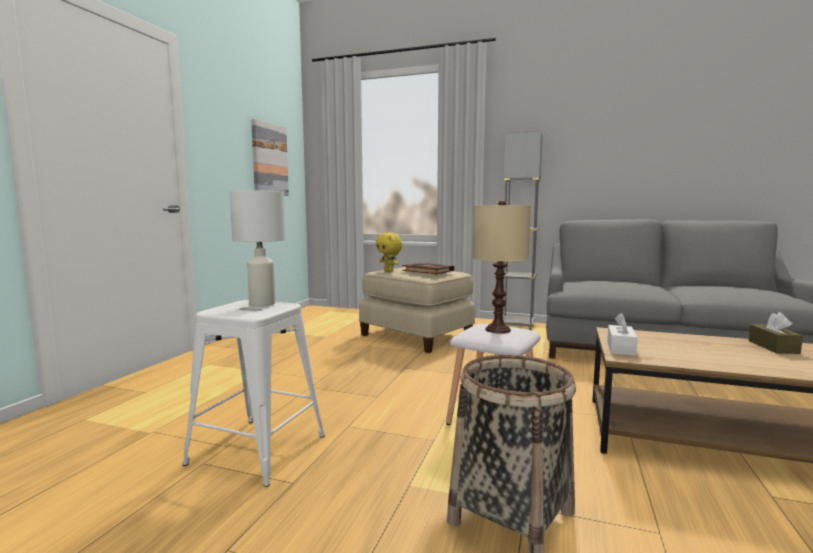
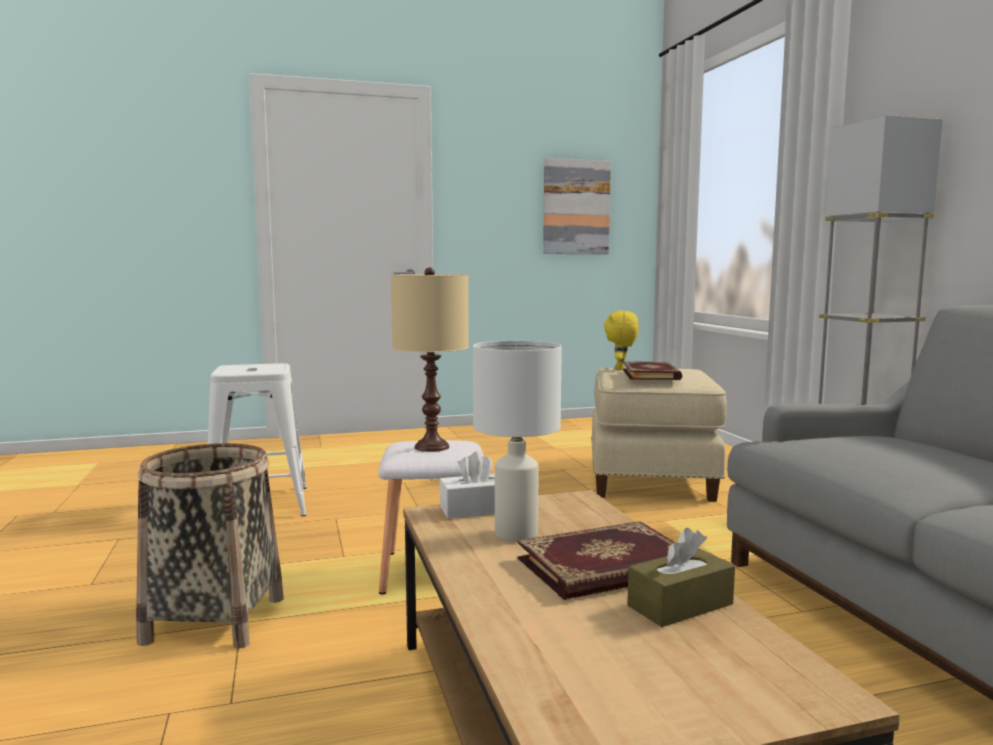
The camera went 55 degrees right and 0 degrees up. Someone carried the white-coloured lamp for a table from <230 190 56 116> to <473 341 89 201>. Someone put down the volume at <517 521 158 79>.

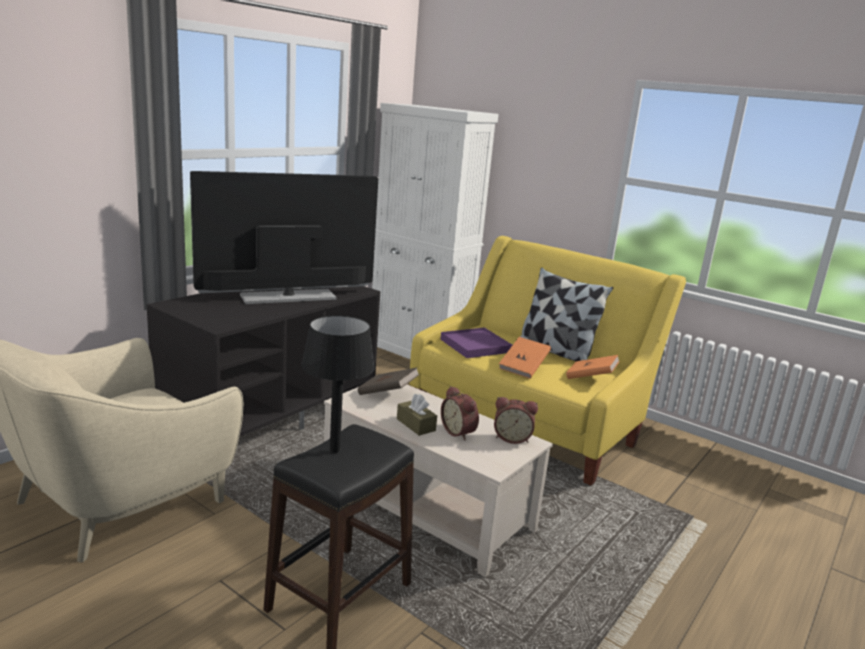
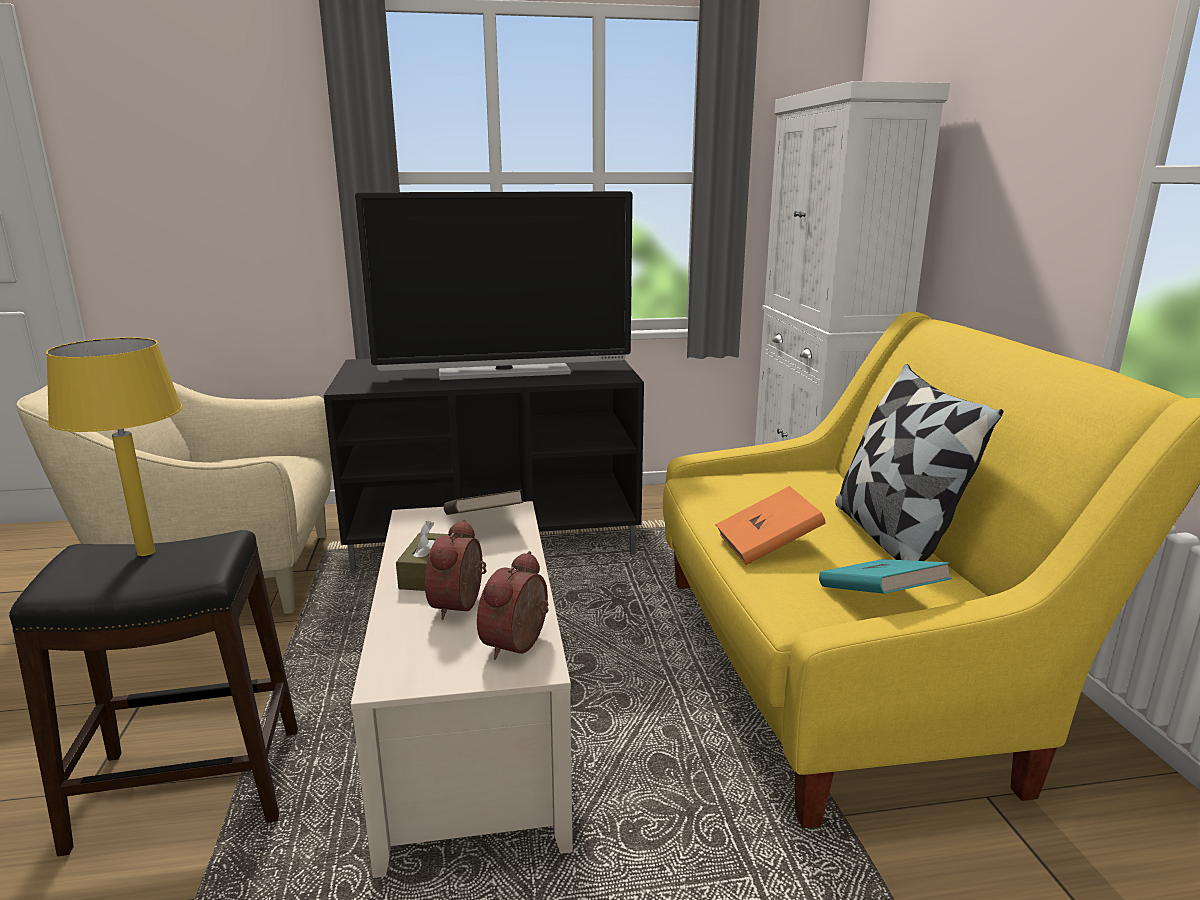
The camera went 45 degrees right and 0 degrees up. Someone rotated the TV set at <190 171 188 133> by 150 degrees clockwise. Someone repainted the black lamp for a table at <301 315 74 138>, which became the yellowish lamp for a table at <46 337 136 219>. Someone took away the purple serving tray at <440 328 72 30>. Someone rotated the bedside clock at <494 397 44 47> by 60 degrees clockwise. Someone repainted the orange-coloured volume at <566 355 54 24>, which became the blue-green volume at <819 559 133 35>.

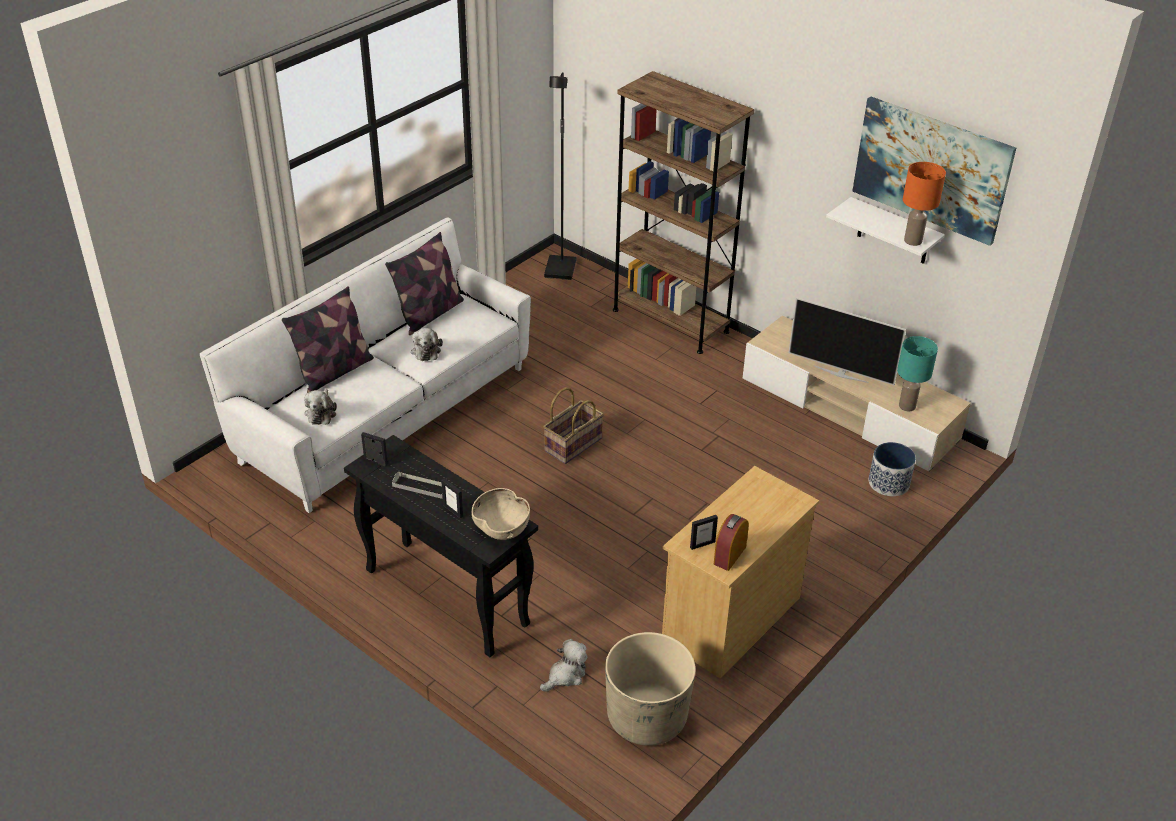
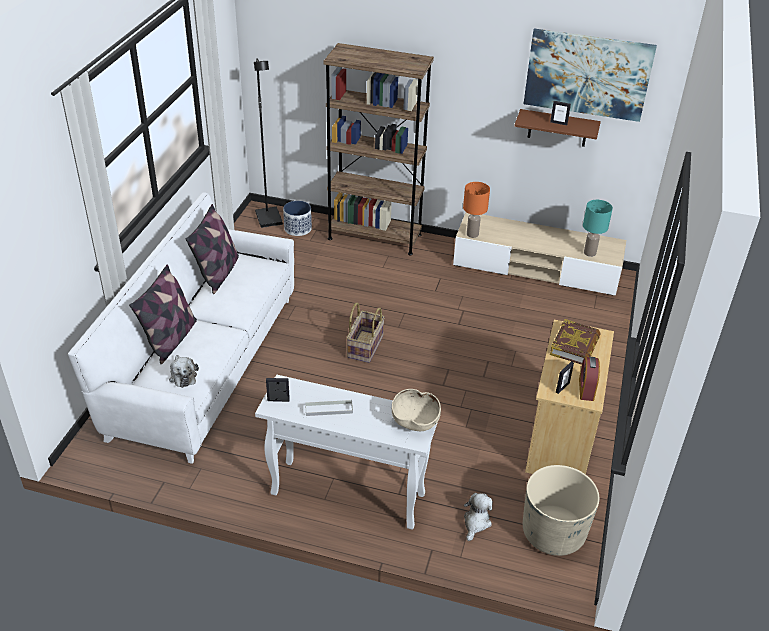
The camera went 25 degrees left and 0 degrees up. Someone repainted the black narrow table at <344 435 194 222>, which became the white-coloured narrow table at <255 375 183 155>. Someone took away the soft toy at <411 328 32 33>. Someone carried the picture frame from <441 479 22 40> to <550 101 21 24>. Someone took away the TV set at <788 297 118 89>. Someone repainted the white-coloured shelf at <826 197 119 67>, which became the brownish shelf at <514 109 87 38>. Someone carried the flower pot from <869 442 47 54> to <283 201 29 35>. Someone carried the orange-coloured lamp for a table from <903 162 43 84> to <463 182 27 56>. Someone put down the volume at <550 319 50 45>.

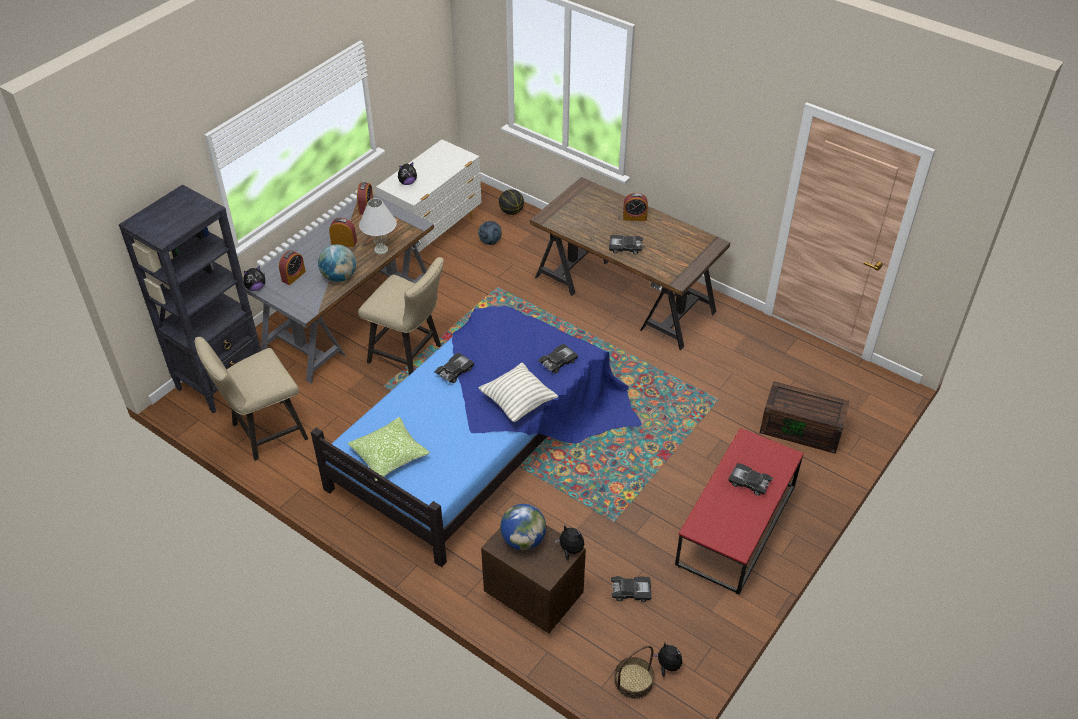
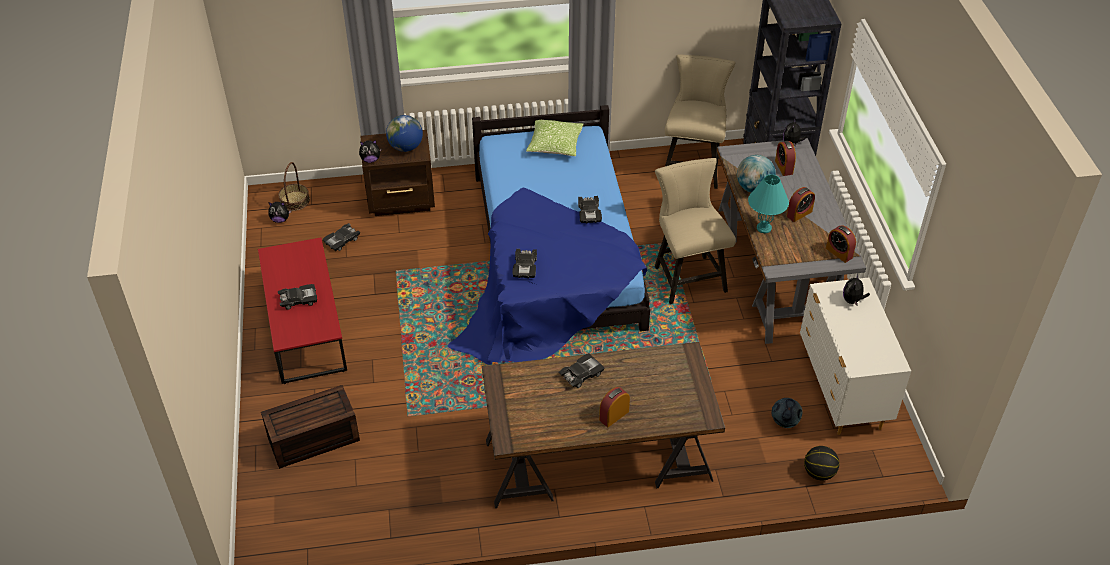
The camera went 135 degrees right and 0 degrees up. Someone rotated the beige-coloured chair at <358 257 86 118> by 90 degrees clockwise. Someone repainted the white-coloured lamp for a table at <359 198 38 56>, which became the blue-green lamp for a table at <748 174 41 59>. Someone took away the cushion at <478 363 80 59>.

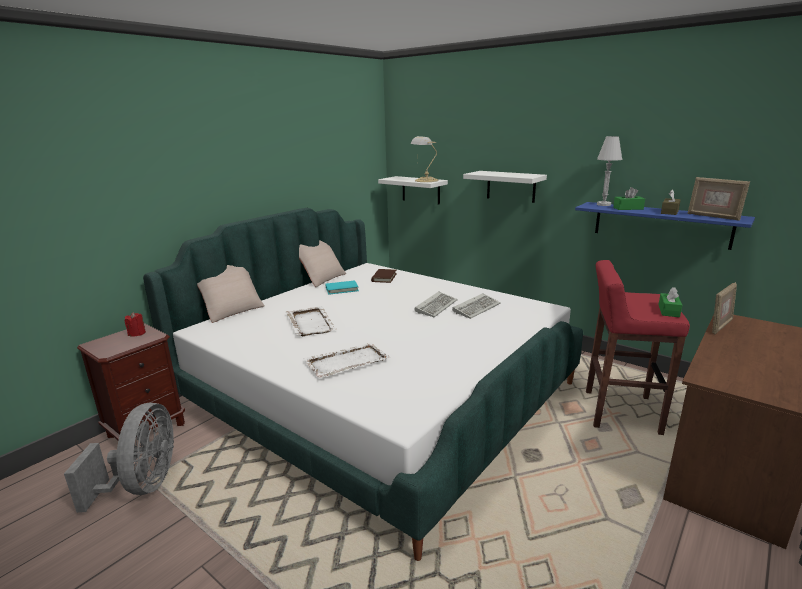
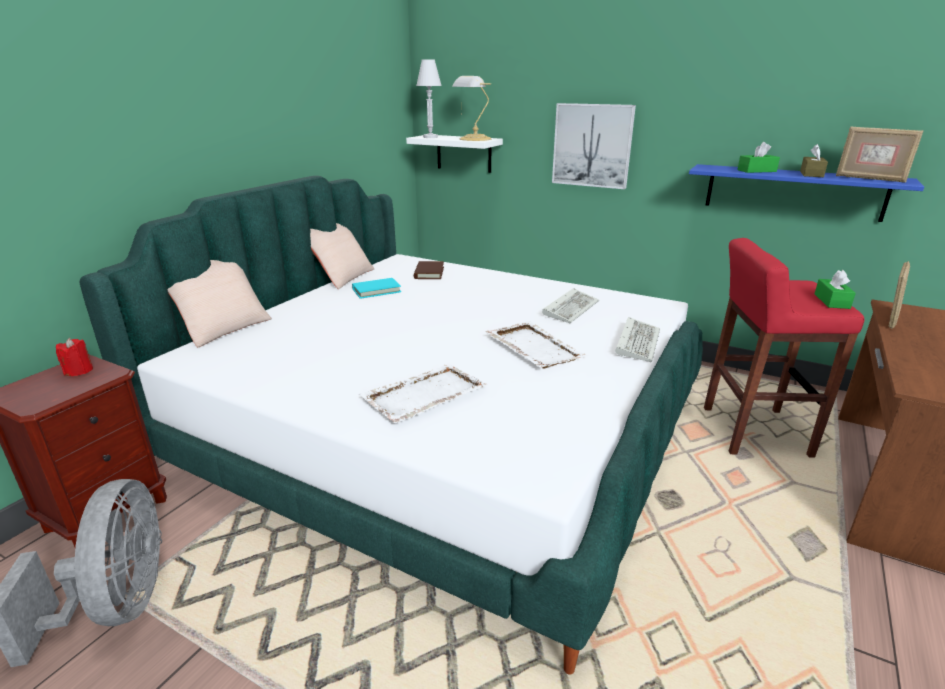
The camera went 10 degrees left and 5 degrees up. Someone carried the white-coloured serving tray from <286 306 52 30> to <485 321 103 48>. Someone carried the PC keyboard from <414 292 44 25> to <615 317 45 45>. Someone swapped the white-coloured shelf at <463 171 84 32> for the picture at <552 103 84 86>. Someone carried the white-coloured lamp for a table from <597 136 25 70> to <416 59 26 79>.

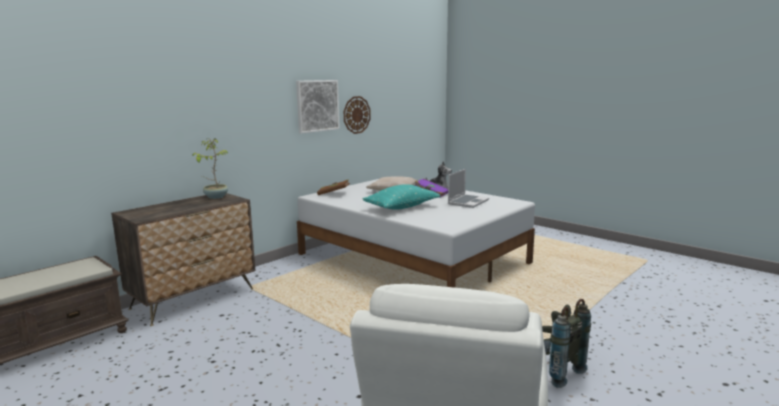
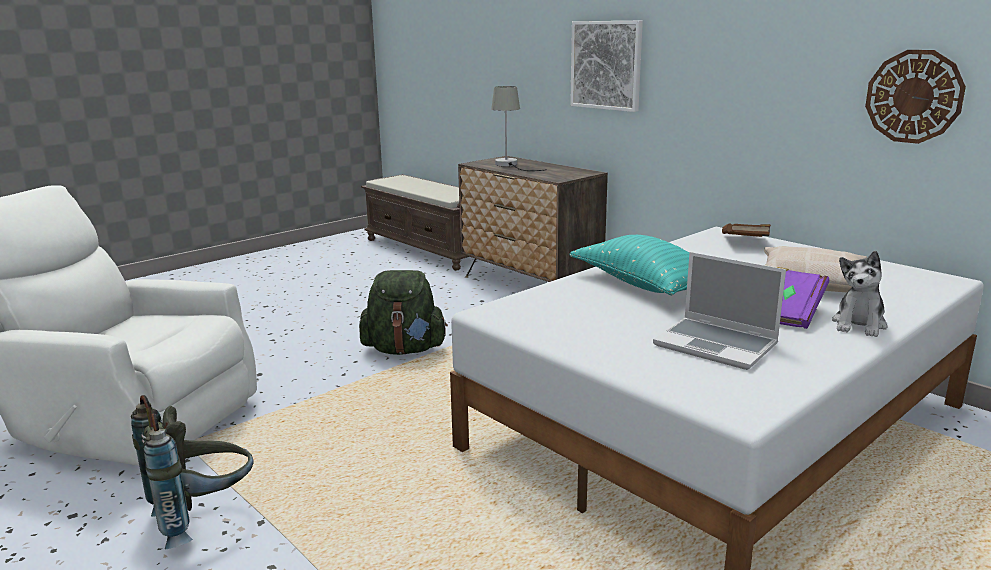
The camera went 95 degrees right and 5 degrees up. Someone took away the potted plant at <192 138 36 61>. Someone carried the picture from <296 80 44 54> to <570 21 73 91>. Someone put down the green-coloured rucksack at <359 270 89 85>. Someone put down the grey lamp for a table at <491 86 56 85>.

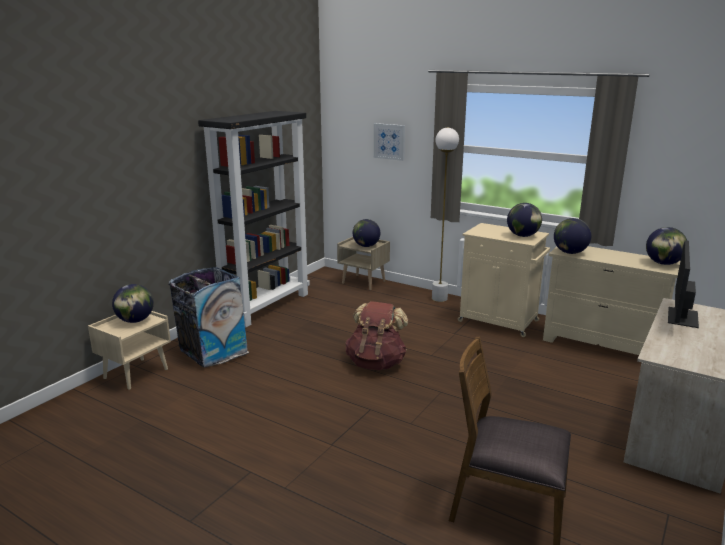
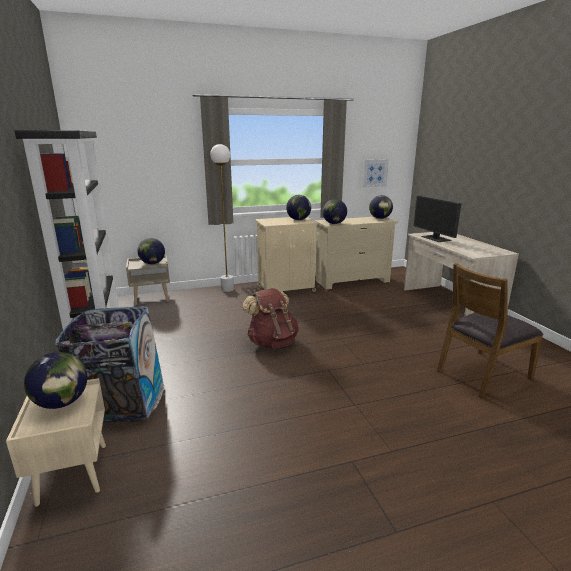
The camera went 50 degrees left and 0 degrees up. Someone carried the picture from <374 123 31 38> to <362 159 27 28>.

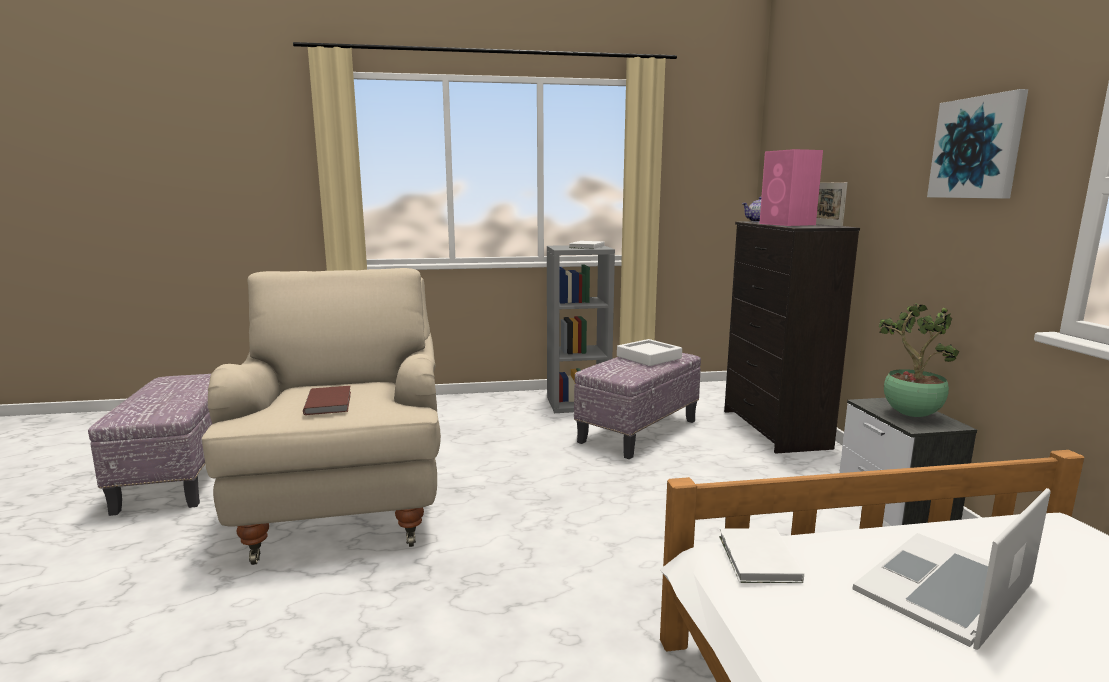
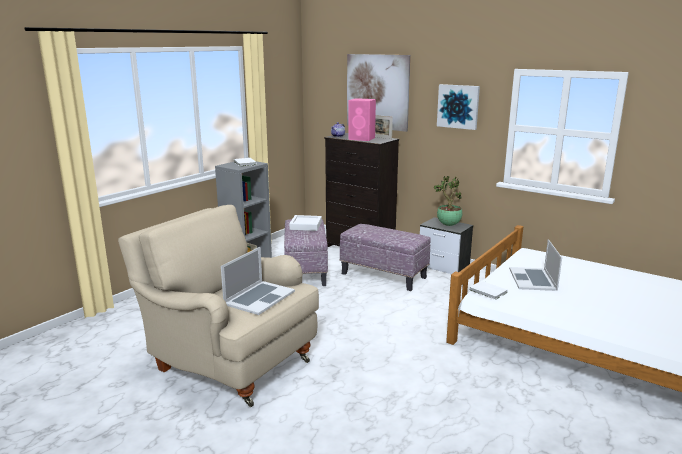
The camera went 45 degrees left and 5 degrees up. Someone carried the footrest from <88 374 124 142> to <340 224 91 67>. Someone swapped the brownish volume at <303 386 48 29> for the laptop at <221 247 74 68>. Someone put up the picture at <347 54 64 78>.

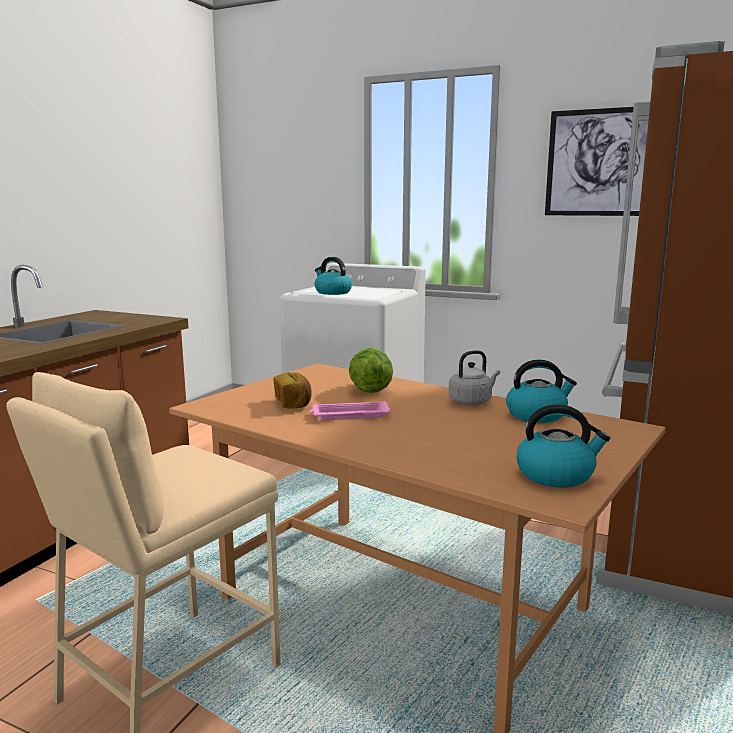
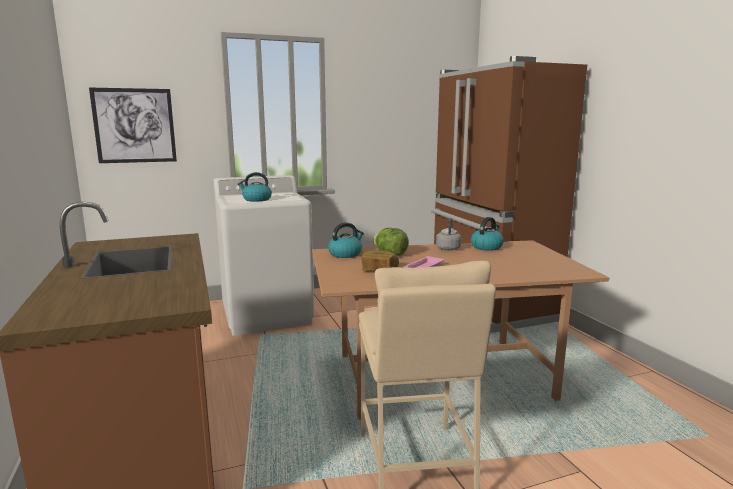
The camera went 45 degrees left and 0 degrees up. Someone carried the tea kettle from <516 405 94 82> to <328 222 36 36>. Someone carried the picture from <545 107 103 109> to <89 88 88 75>.

